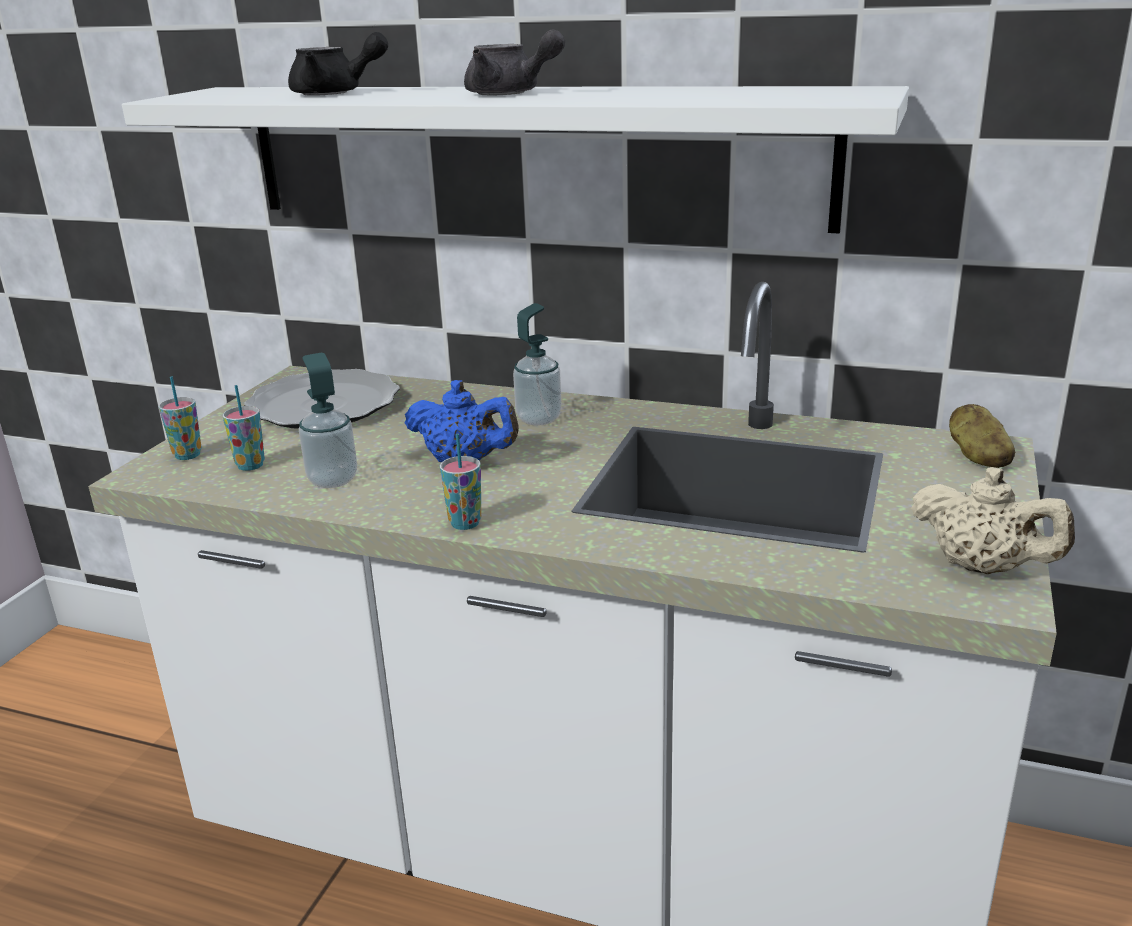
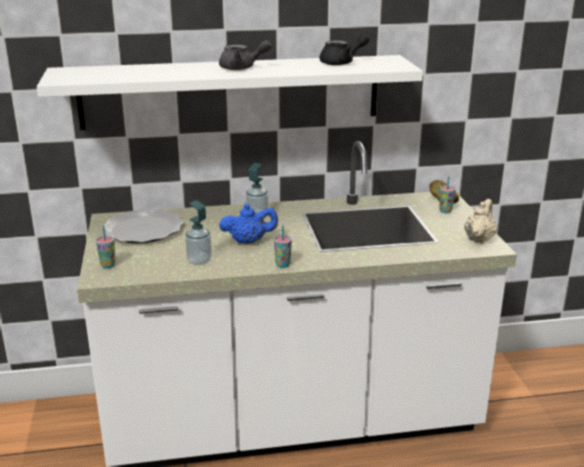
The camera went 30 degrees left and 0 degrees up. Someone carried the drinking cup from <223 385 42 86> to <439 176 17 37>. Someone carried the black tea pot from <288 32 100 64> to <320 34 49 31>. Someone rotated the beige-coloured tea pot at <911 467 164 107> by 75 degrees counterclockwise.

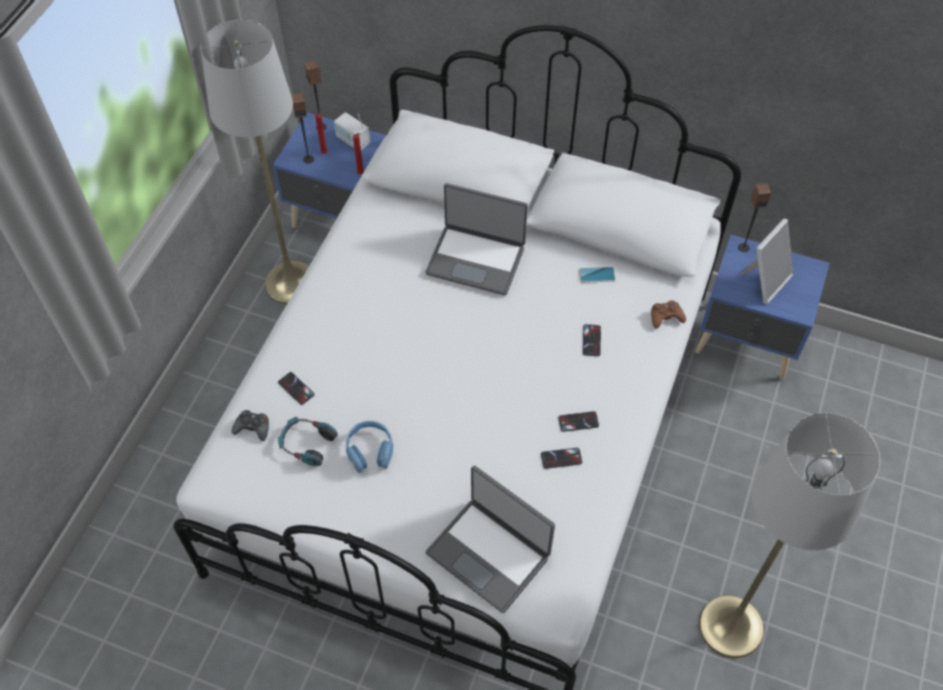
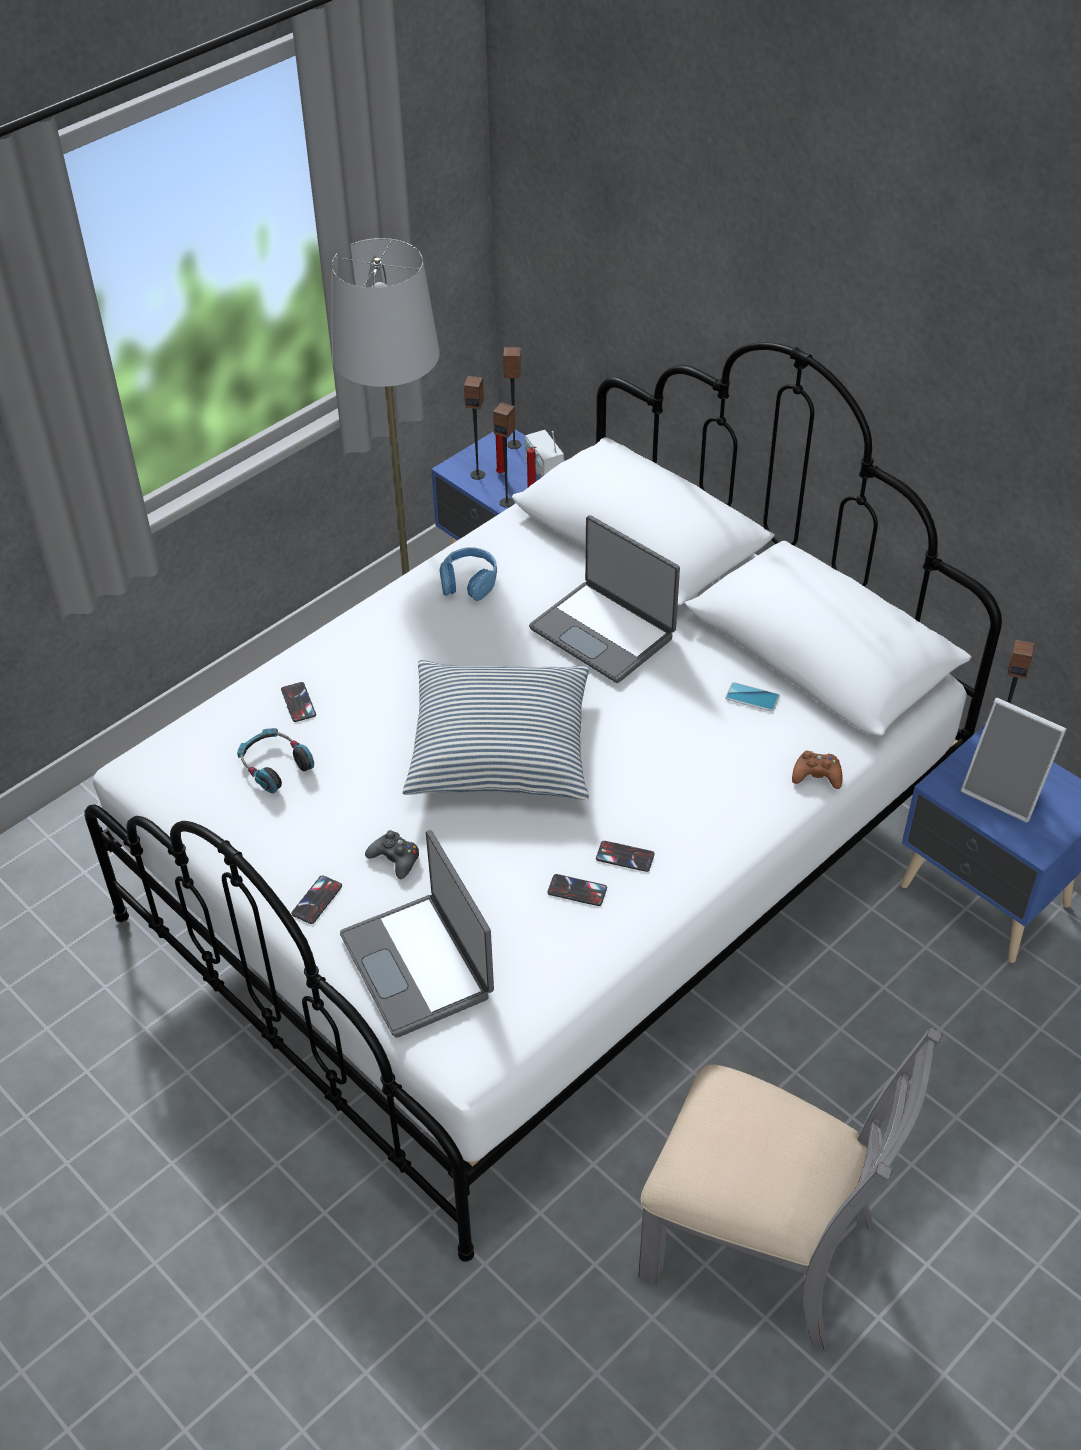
The camera went 25 degrees right and 10 degrees down. Someone carried the black joypad from <231 410 38 31> to <365 830 54 49>. Someone carried the blue-coloured headphones from <346 421 47 52> to <439 547 58 54>. Someone carried the telephone from <583 324 18 32> to <291 875 51 49>. Someone swapped the grey floor lamp at <699 412 181 246> for the grey chair at <638 1027 304 324>. Someone rotated the picture frame at <740 218 53 86> by 60 degrees clockwise. Someone put down the cushion at <403 660 186 140>. Someone put down the loudspeaker at <493 402 23 106>.

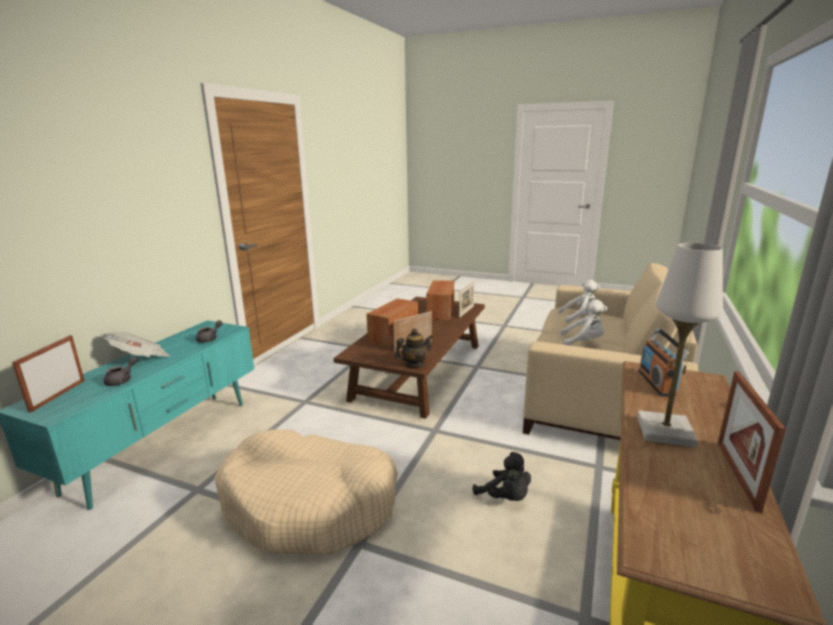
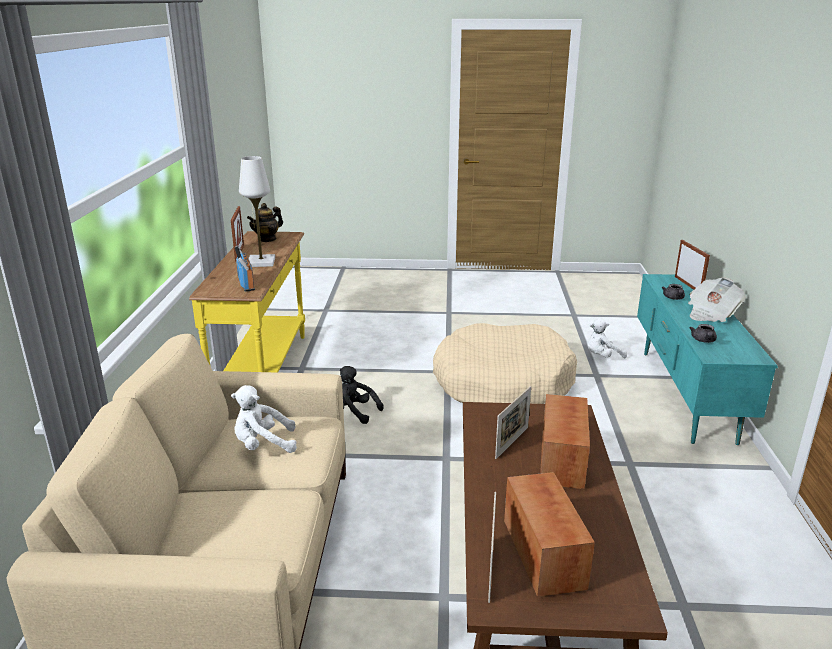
The camera went 160 degrees right and 5 degrees up. Someone carried the tea pot from <395 329 38 39> to <247 203 36 39>. Someone carried the white-coloured soft toy from <558 280 42 43> to <587 318 40 40>.

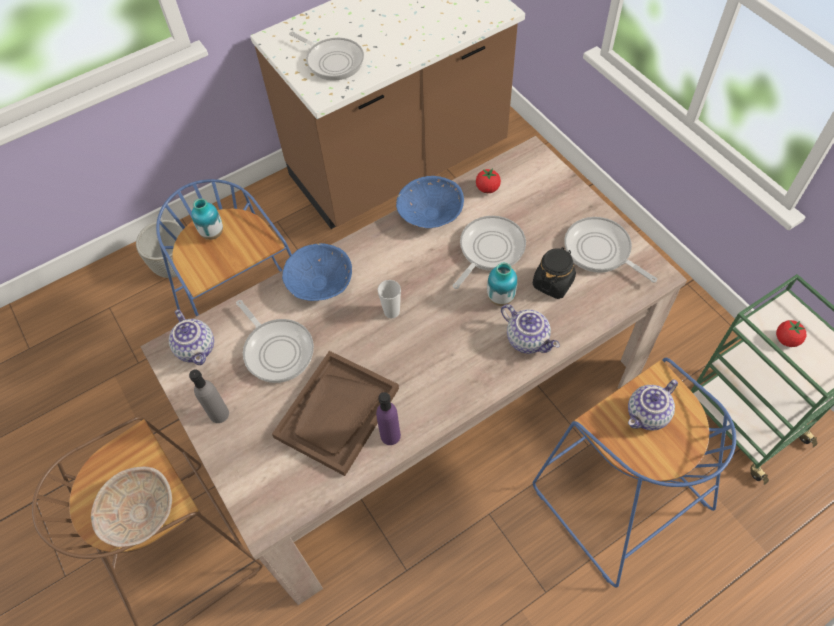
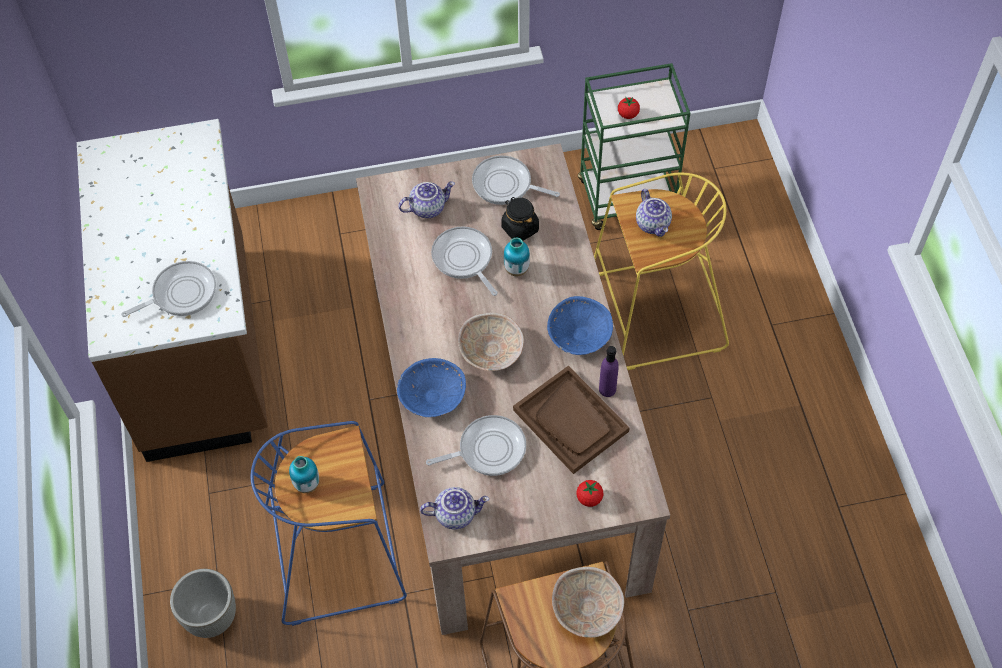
The camera went 70 degrees left and 0 degrees up. Someone took away the grey beverage bottle at <189 370 40 53>. Someone swapped the drinking cup at <378 280 23 38> for the beige-coloured bowl at <458 313 66 58>. Someone carried the blue-coloured bowl from <396 176 68 52> to <547 296 66 59>. Someone carried the fresh tomato from <476 168 25 25> to <576 480 28 27>. Someone carried the tea pot from <501 304 59 50> to <398 181 57 37>. Someone repainted the blue-coloured stool at <533 358 203 229>, which became the yellowish stool at <594 173 135 197>. Someone rotated the pan at <564 217 93 66> by 45 degrees clockwise.

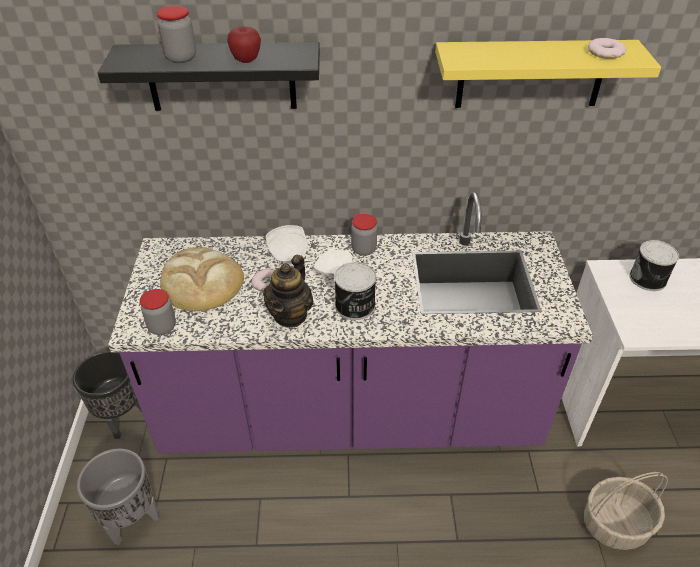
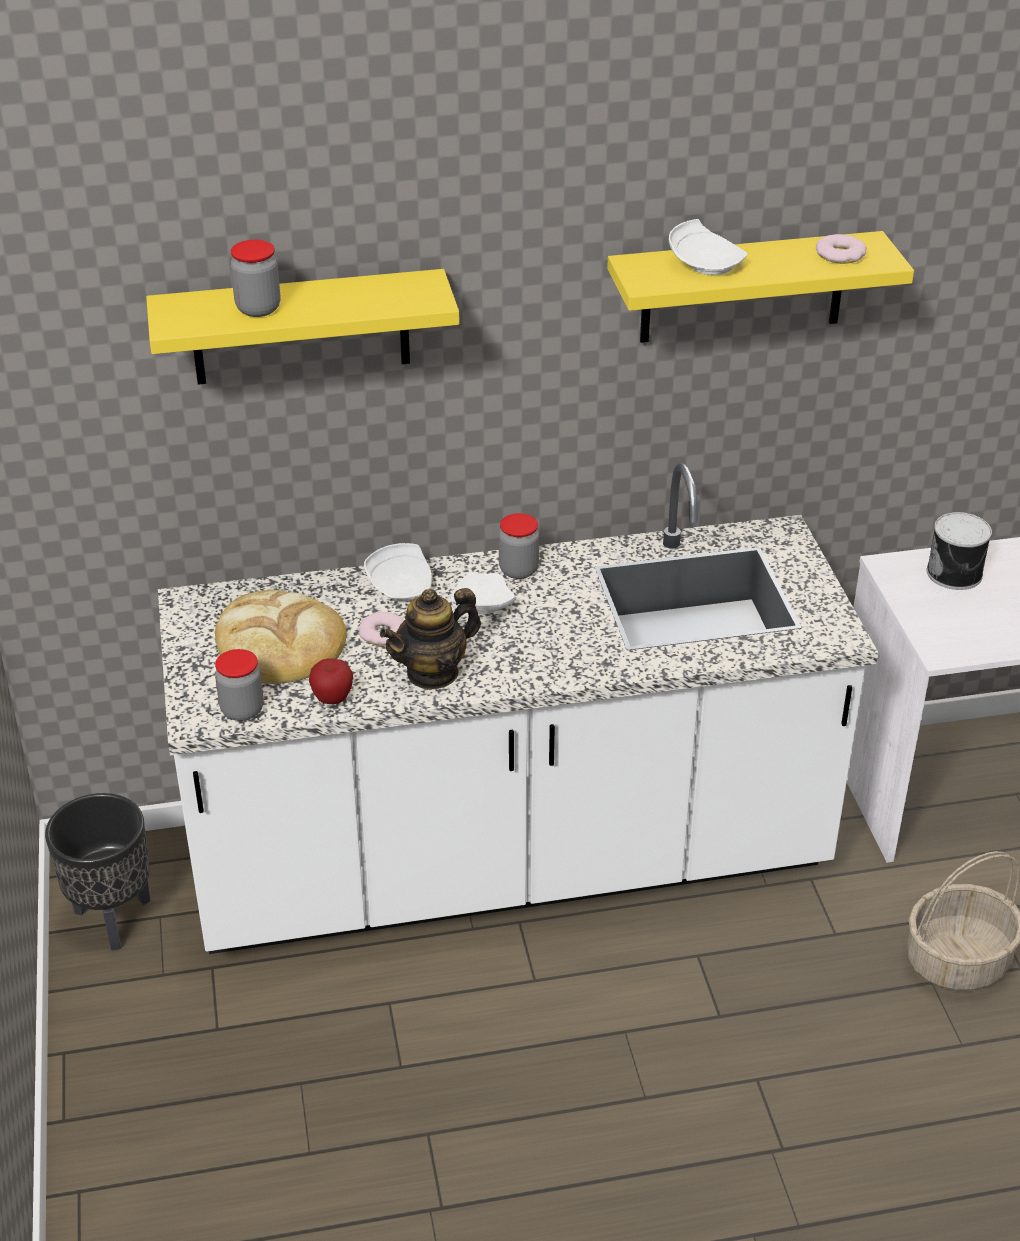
The camera went 10 degrees left and 5 degrees down. Someone took away the grey flower pot at <77 449 83 96>. Someone repainted the black shelf at <98 42 222 69>, which became the yellowish shelf at <146 269 314 116>. Someone repainted the purple kitchen base unit at <108 192 485 261>, which became the white-coloured kitchen base unit at <158 463 720 491>. Someone carried the whole apple from <227 26 34 37> to <309 658 44 46>. Someone rotated the tea pot at <263 255 51 73> by 45 degrees clockwise. Someone took away the metal can at <334 262 42 58>. Someone put down the white-coloured dinner plate at <669 219 78 56>.

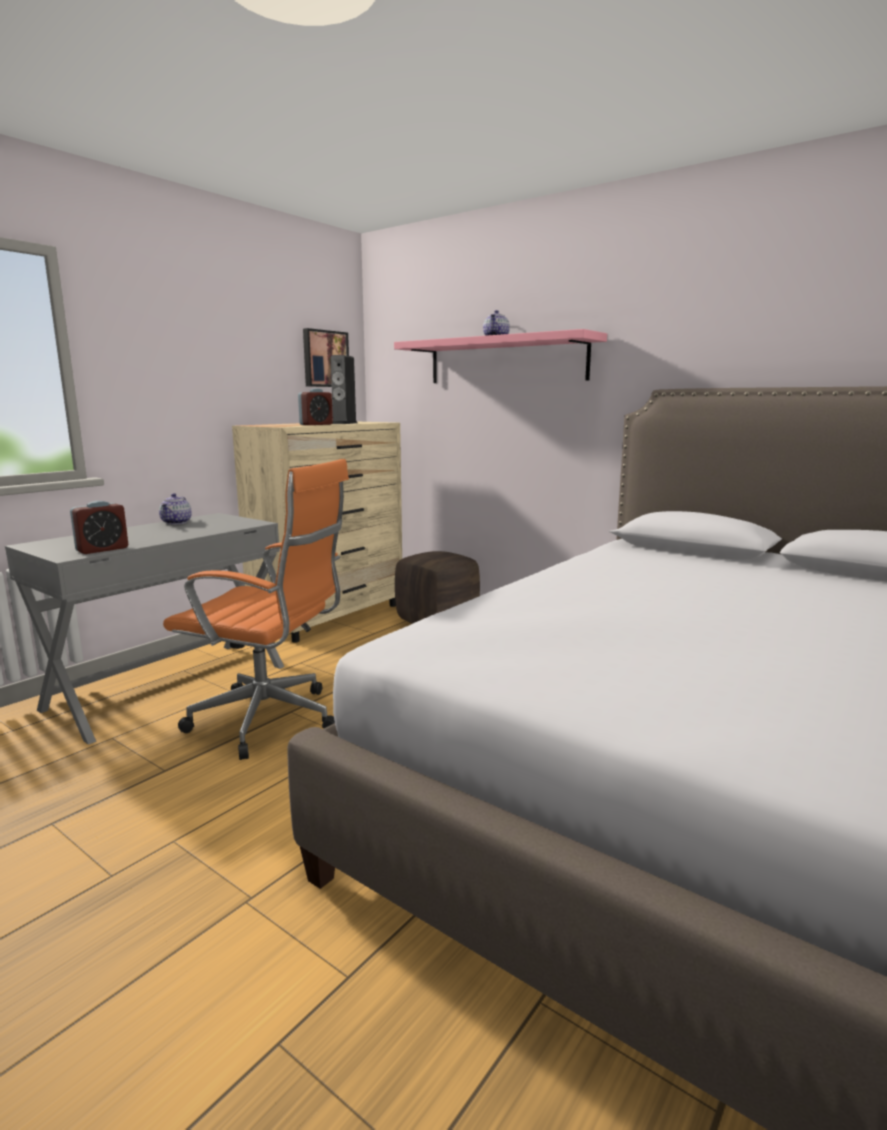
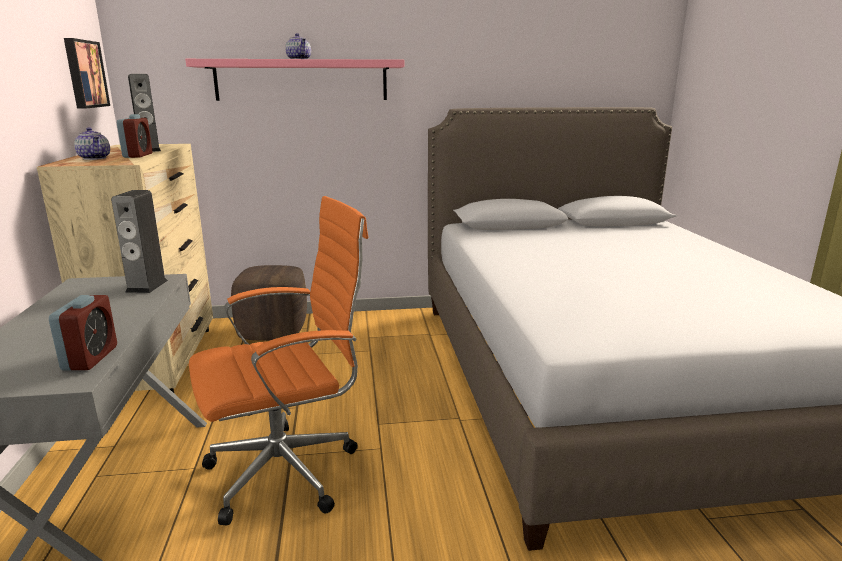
The camera went 45 degrees left and 5 degrees up. Someone carried the tea pot from <159 493 33 32> to <74 127 36 33>. Someone put down the loudspeaker at <111 190 57 103>.

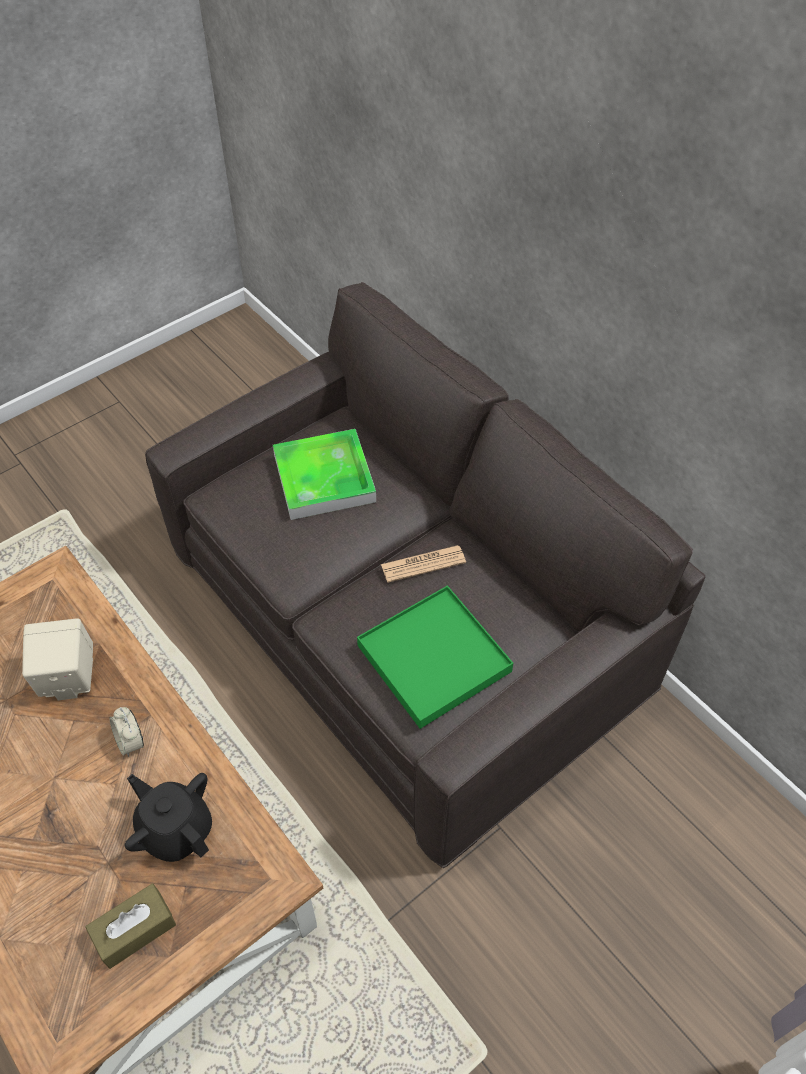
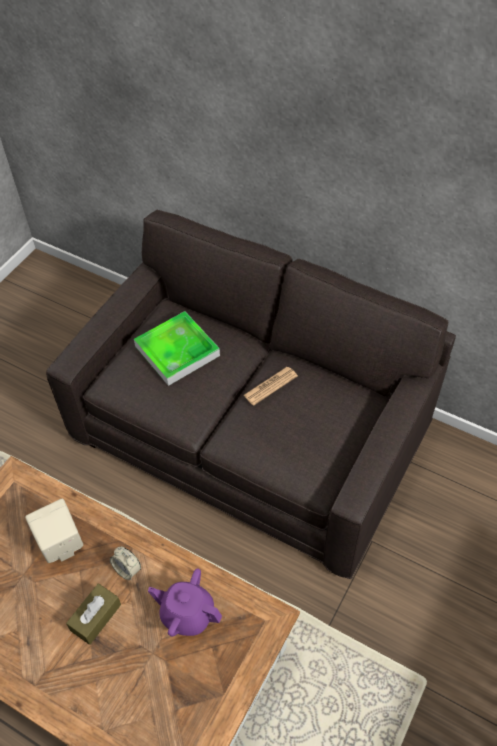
The camera went 20 degrees left and 0 degrees up. Someone carried the brownish tissue holder from <85 883 91 86> to <66 583 55 62>. Someone repainted the black tea pot at <125 773 87 89>, which became the purple tea pot at <148 568 74 68>. Someone took away the green-coloured serving tray at <357 585 156 144>.

